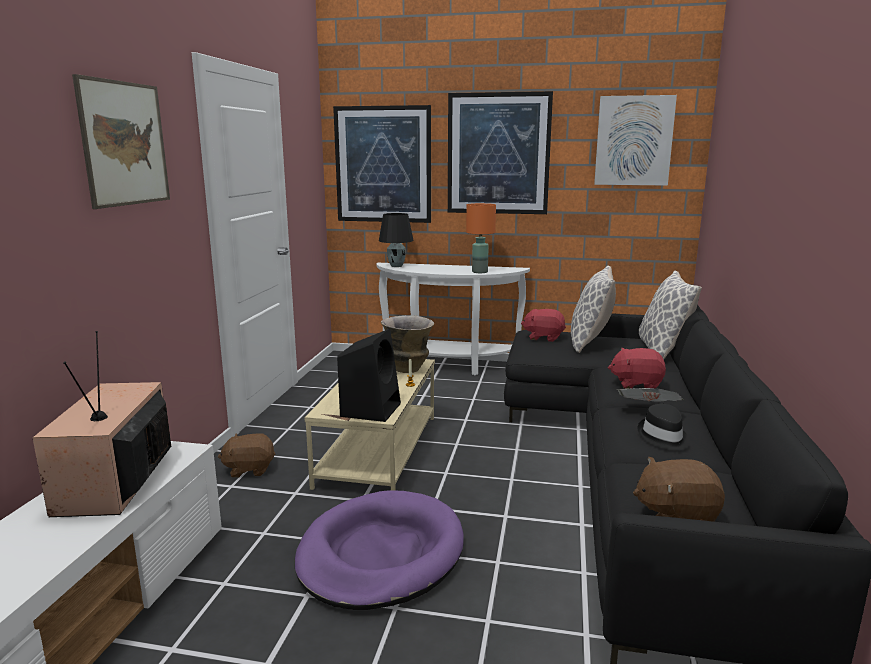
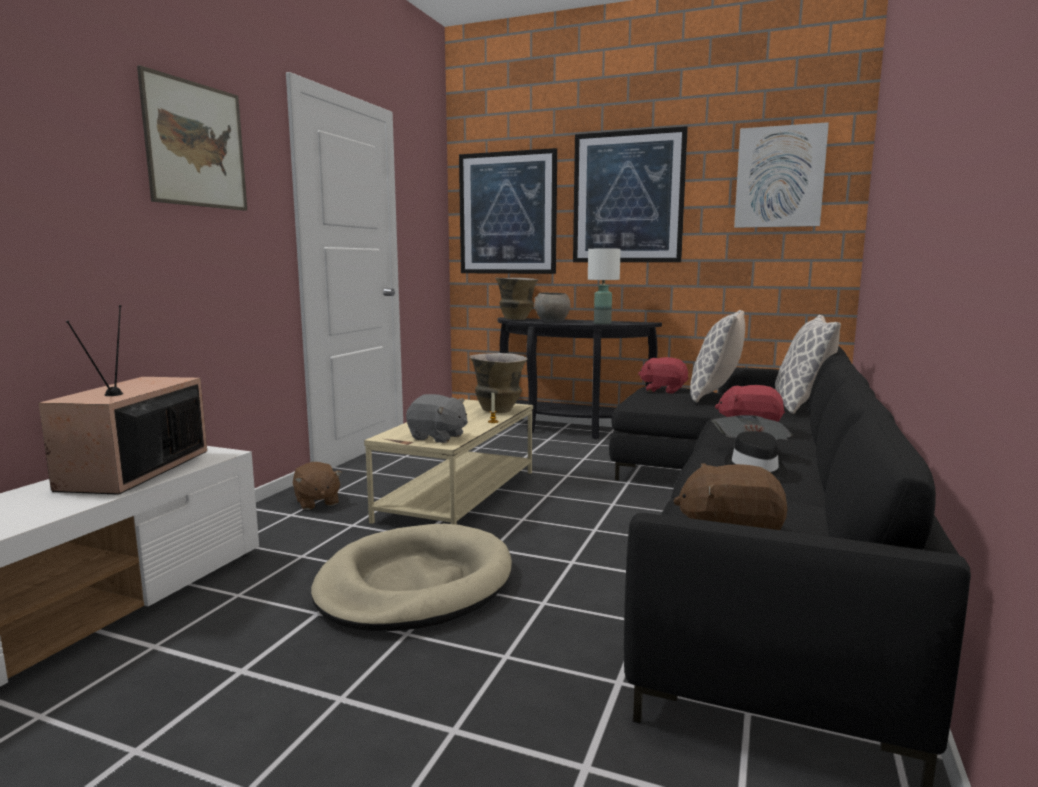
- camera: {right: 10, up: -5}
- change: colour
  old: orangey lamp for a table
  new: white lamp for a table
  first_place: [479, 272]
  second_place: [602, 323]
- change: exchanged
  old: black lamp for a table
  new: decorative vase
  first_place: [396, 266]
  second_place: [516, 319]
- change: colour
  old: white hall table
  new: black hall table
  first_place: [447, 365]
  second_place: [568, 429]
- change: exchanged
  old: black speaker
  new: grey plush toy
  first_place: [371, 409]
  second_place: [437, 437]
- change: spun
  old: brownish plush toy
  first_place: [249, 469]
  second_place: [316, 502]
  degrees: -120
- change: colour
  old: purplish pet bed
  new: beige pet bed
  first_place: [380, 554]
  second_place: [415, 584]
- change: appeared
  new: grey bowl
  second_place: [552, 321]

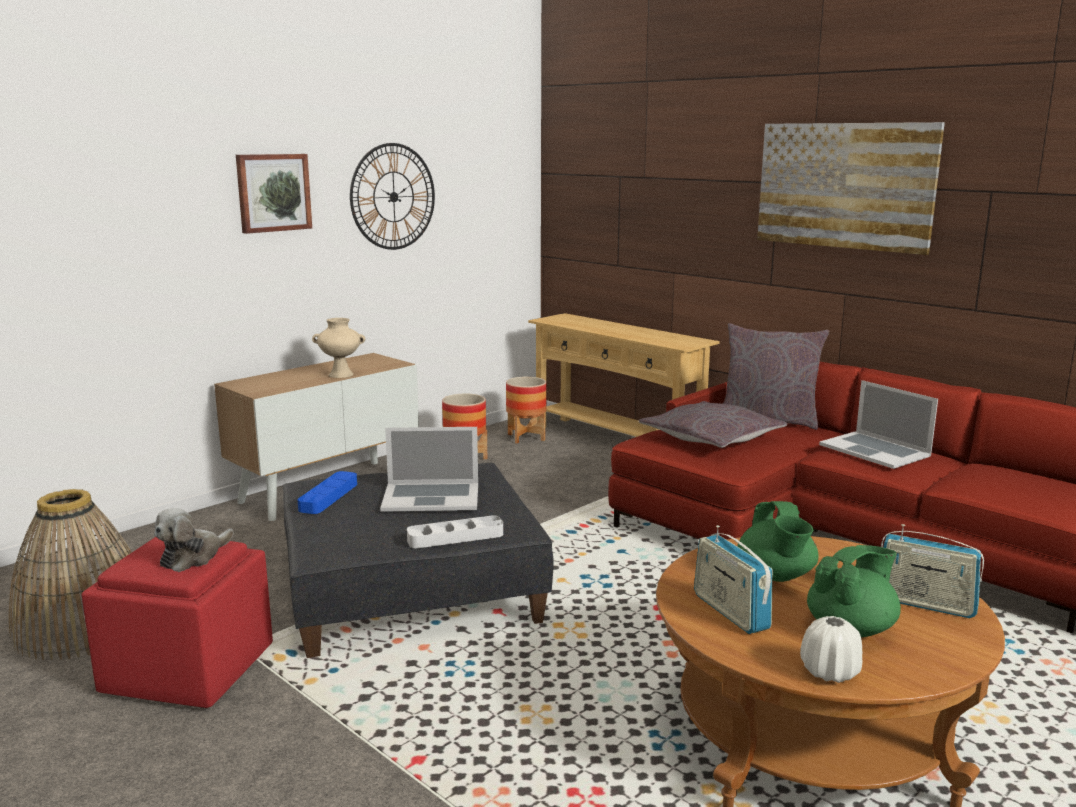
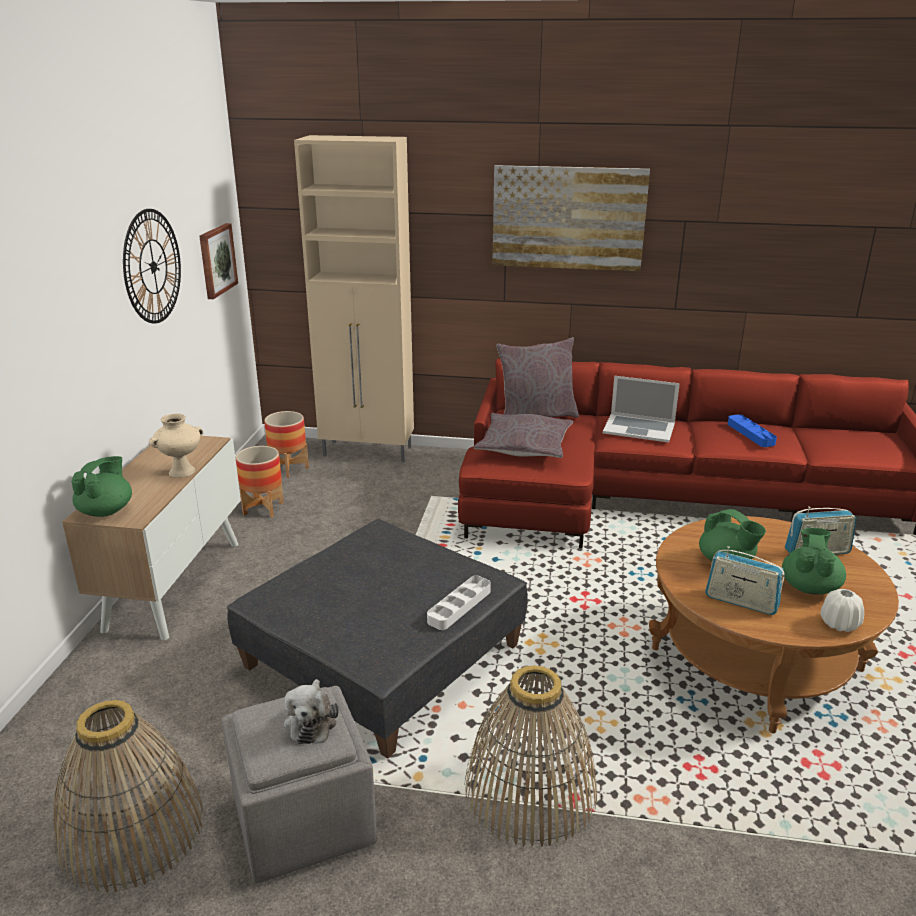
- camera: {right: -35, up: 10}
- change: relocated
  old: wall art
  first_place: [273, 192]
  second_place: [216, 260]
- change: exchanged
  old: beige hall table
  new: beige cupboard
  first_place: [616, 441]
  second_place: [368, 452]
- change: missing
  old: portable computer
  first_place: [431, 497]
- change: relocated
  old: blue tray
  first_place: [328, 497]
  second_place: [750, 434]
- change: colour
  old: reddish footrest
  new: grey footrest
  first_place: [188, 669]
  second_place: [301, 819]
- change: appeared
  new: greenish pot for tea
  second_place: [106, 511]
- change: appeared
  new: basket
  second_place: [530, 791]

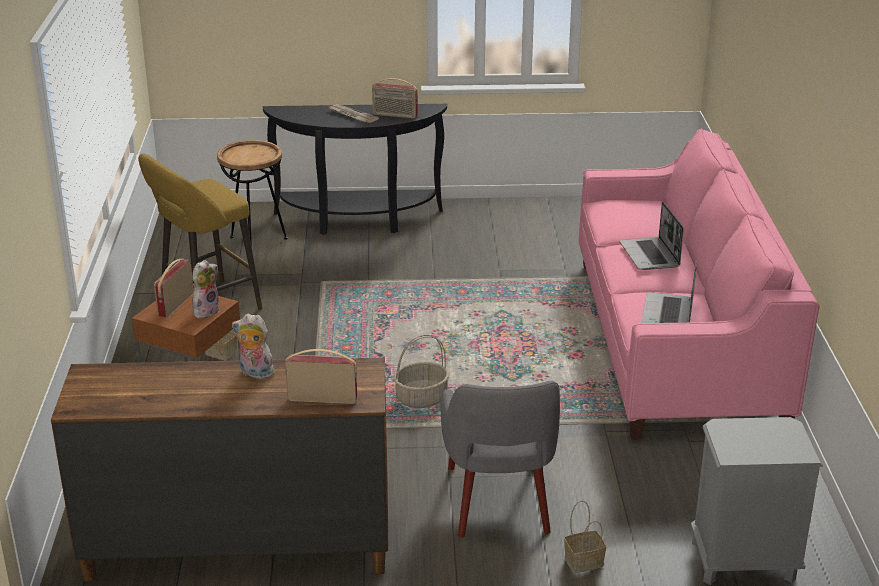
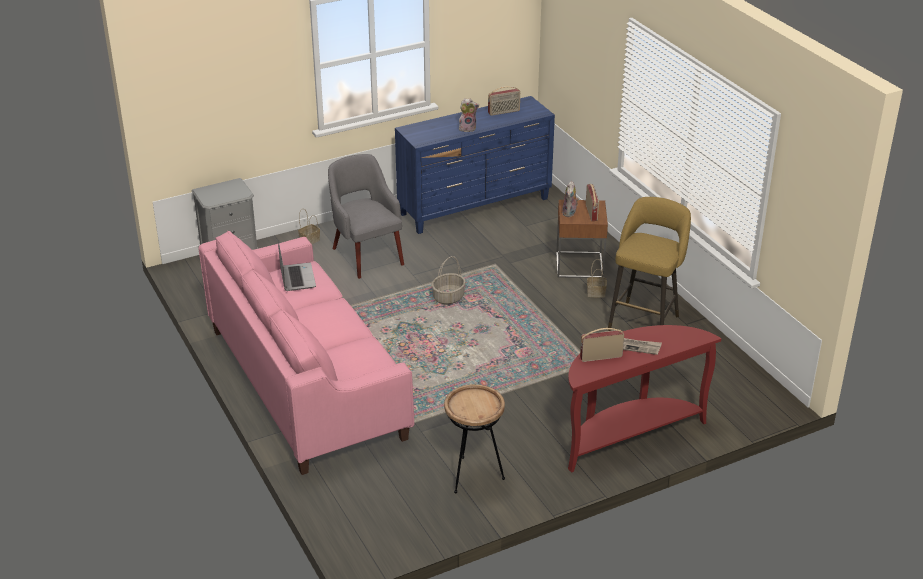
- camera: {right: 155, up: 5}
- change: colour
  old: black hall table
  new: reddish hall table
  first_place: [358, 221]
  second_place: [627, 435]
- change: relocated
  old: brownish end table
  first_place: [256, 245]
  second_place: [473, 476]
- change: missing
  old: portable computer
  first_place: [650, 255]
- change: relocated
  old: radio set
  first_place: [323, 398]
  second_place: [504, 112]
- change: colour
  old: brownish dresser
  new: blue dresser
  first_place: [237, 548]
  second_place: [475, 207]

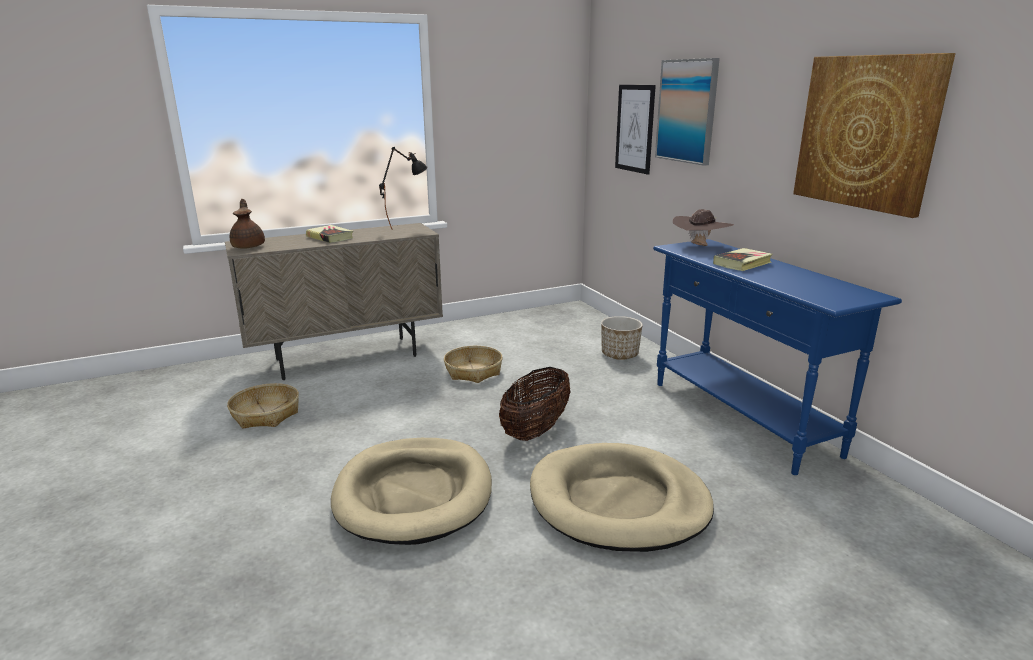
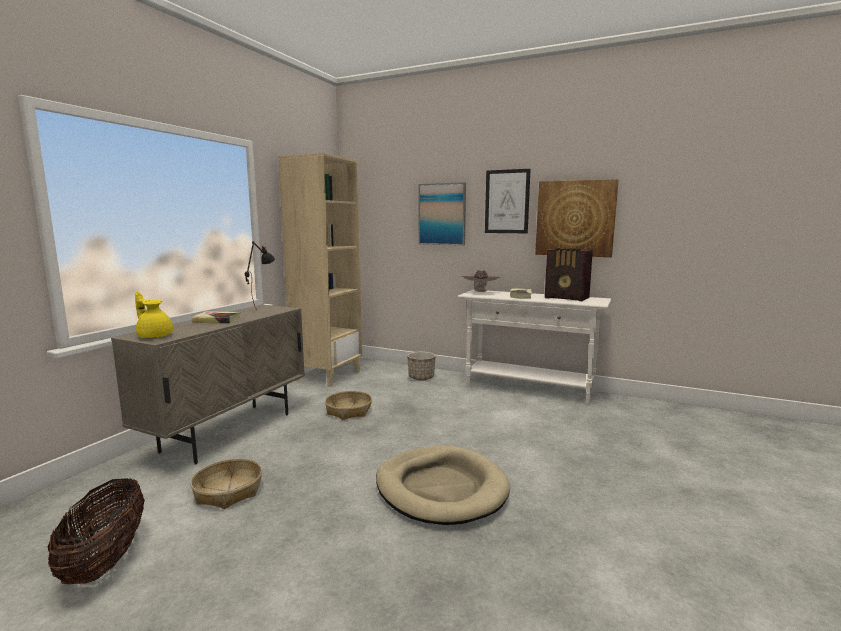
- camera: {right: -40, up: -10}
- change: relocated
  old: wall art
  first_place: [634, 128]
  second_place: [507, 201]
- change: colour
  old: brownish pot for tea
  new: yellow-coloured pot for tea
  first_place: [249, 246]
  second_place: [154, 336]
- change: colour
  old: blue hall table
  new: white hall table
  first_place: [741, 418]
  second_place: [529, 389]
- change: relocated
  old: basket
  first_place: [535, 430]
  second_place: [105, 560]
- change: missing
  old: beige pet bed
  first_place: [618, 502]
- change: appeared
  new: beige bookshelf
  second_place: [327, 375]
- change: appeared
  new: radio set
  second_place: [567, 298]

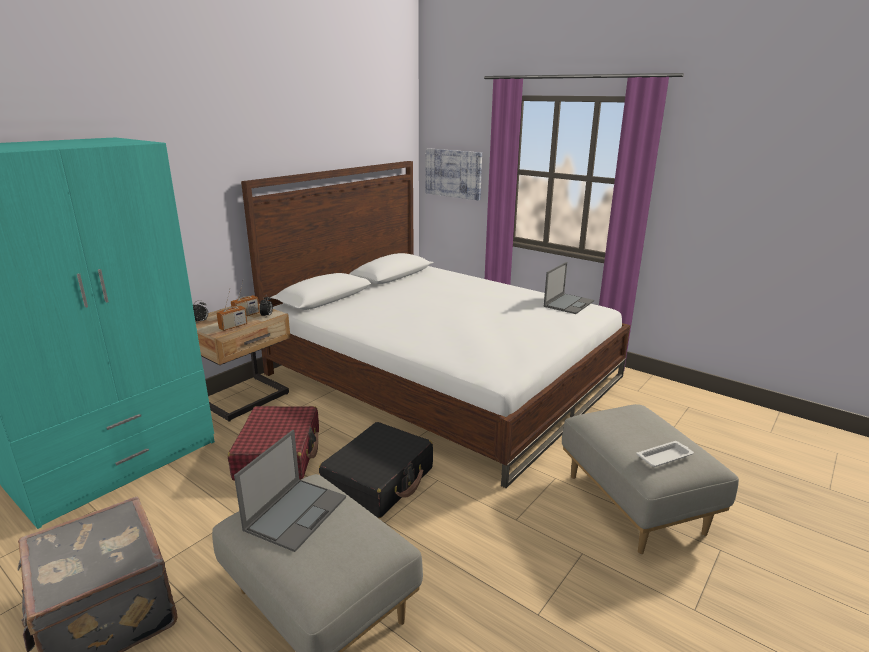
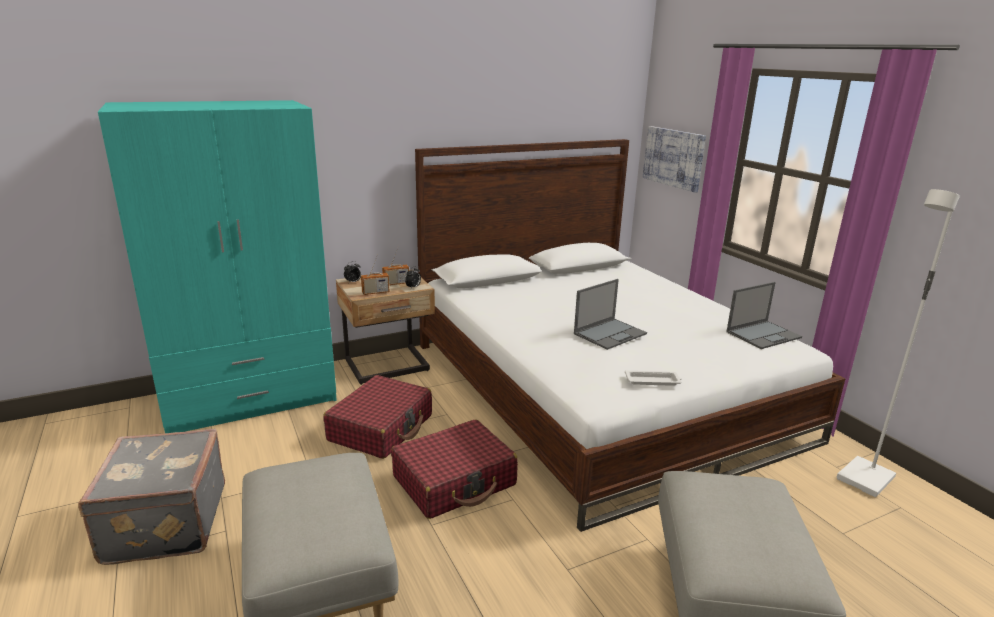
- camera: {right: 25, up: 0}
- change: colour
  old: black suitcase
  new: reddish suitcase
  first_place: [379, 480]
  second_place: [455, 481]
- change: relocated
  old: portable computer
  first_place: [296, 512]
  second_place: [610, 333]
- change: relocated
  old: white tray
  first_place: [665, 457]
  second_place: [653, 381]
- change: appeared
  new: white standard lamp
  second_place: [866, 479]

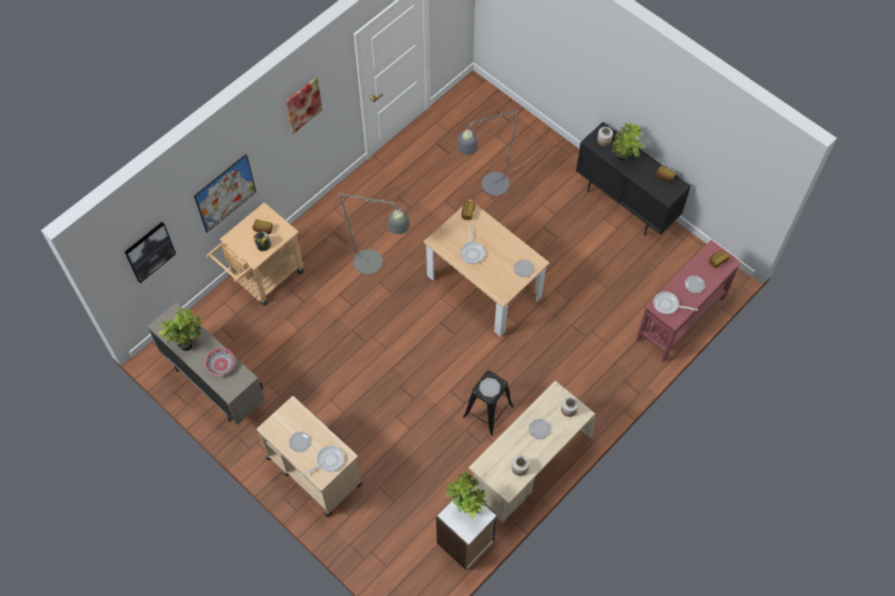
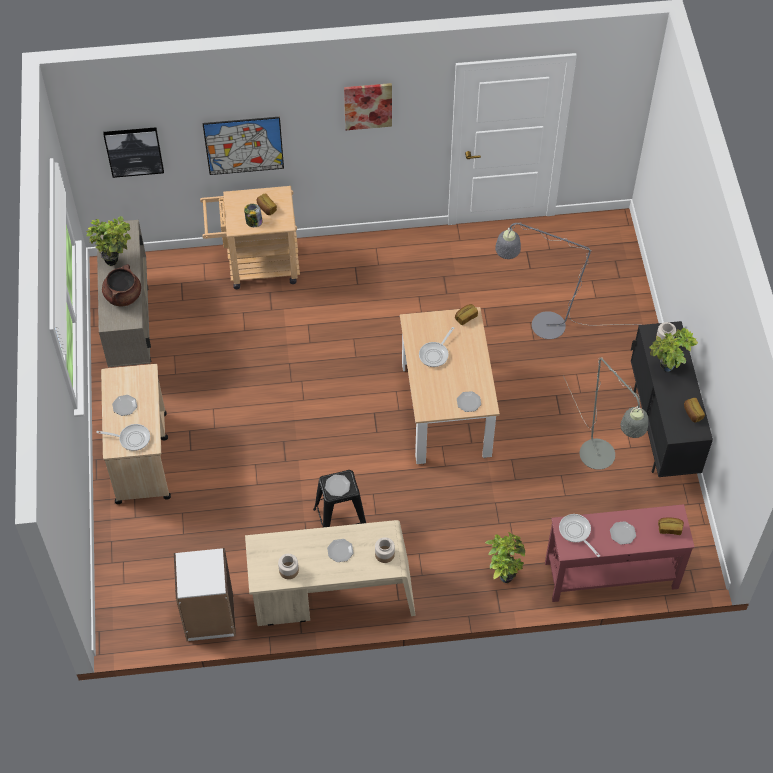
- camera: {right: 40, up: -5}
- change: relocated
  old: grey standard lamp
  first_place: [374, 265]
  second_place: [601, 462]
- change: exchanged
  old: bowl
  new: brownish stockpot
  first_place: [220, 365]
  second_place: [123, 296]
- change: relocated
  old: houseplant
  first_place: [466, 506]
  second_place: [503, 574]

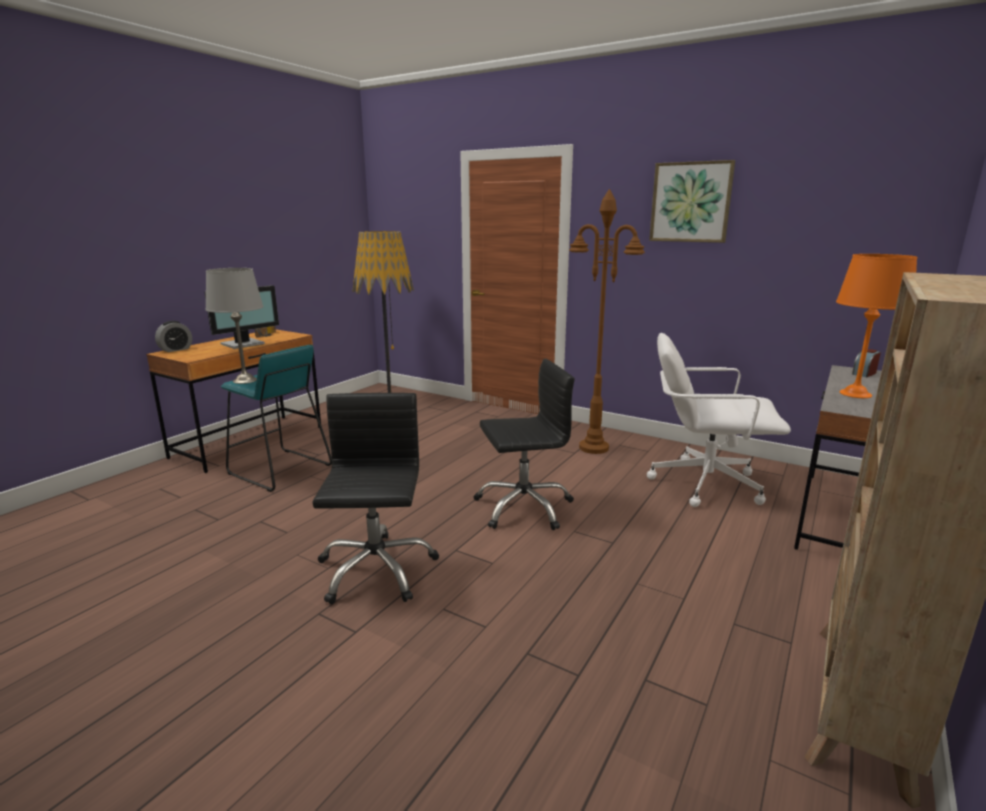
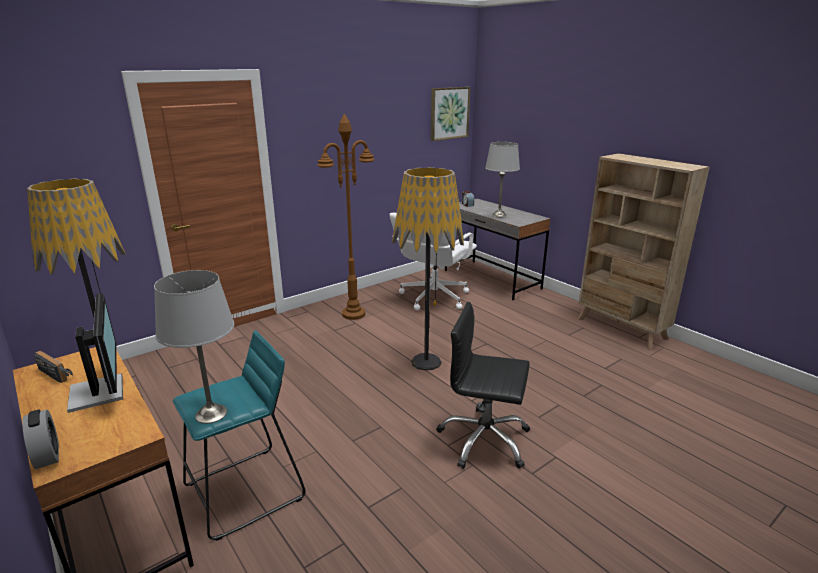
- camera: {right: -70, up: 5}
- change: relocated
  old: wall art
  first_place: [690, 202]
  second_place: [449, 113]
- change: colour
  old: orangey lamp for a table
  new: grey lamp for a table
  first_place: [855, 394]
  second_place: [498, 215]
- change: exchanged
  old: black office chair
  new: standard lamp
  first_place: [523, 507]
  second_place: [426, 362]

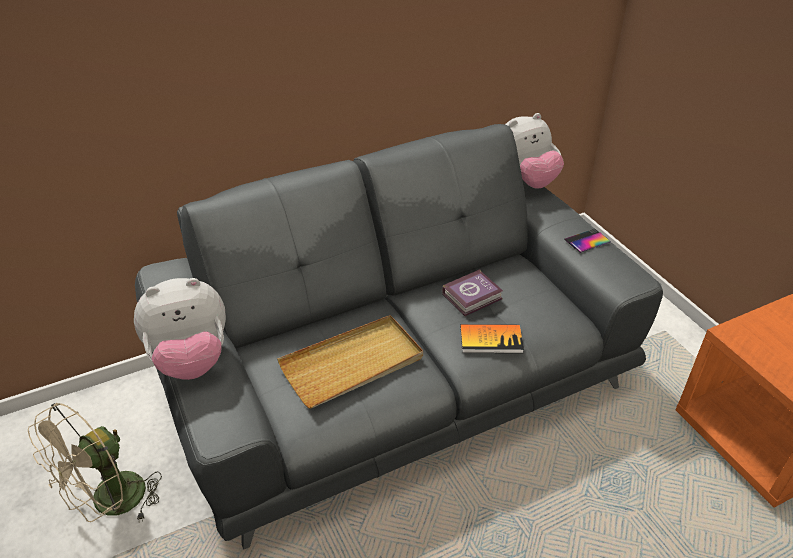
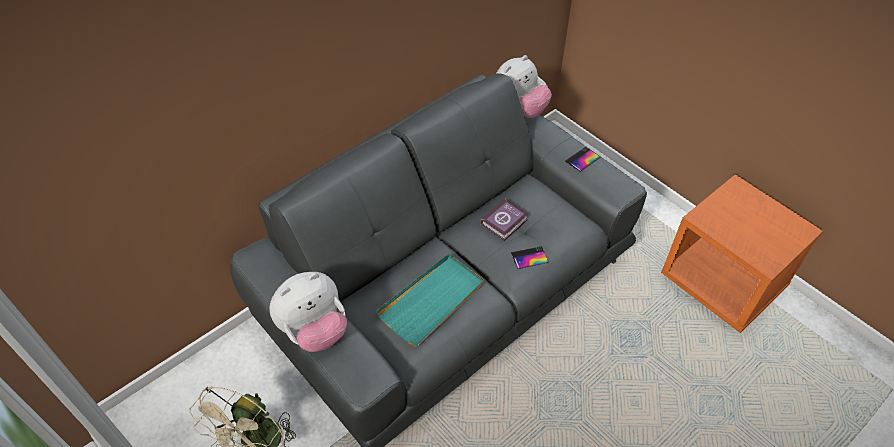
- camera: {right: -15, up: 10}
- change: colour
  old: beige tray
  new: turquoise-coloured tray
  first_place: [353, 364]
  second_place: [432, 301]
- change: exchanged
  old: book
  new: handset
  first_place: [491, 340]
  second_place: [529, 257]

